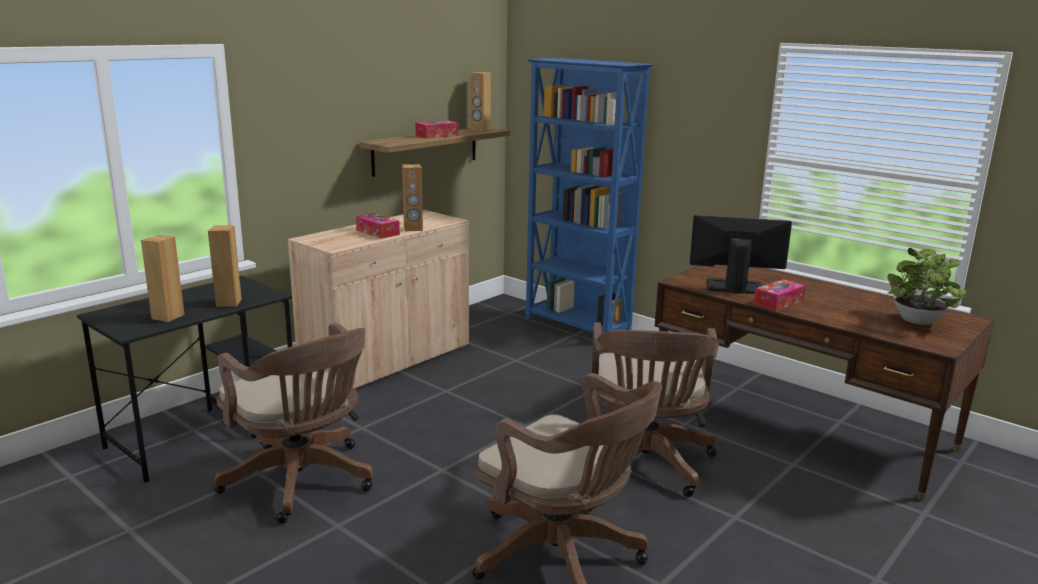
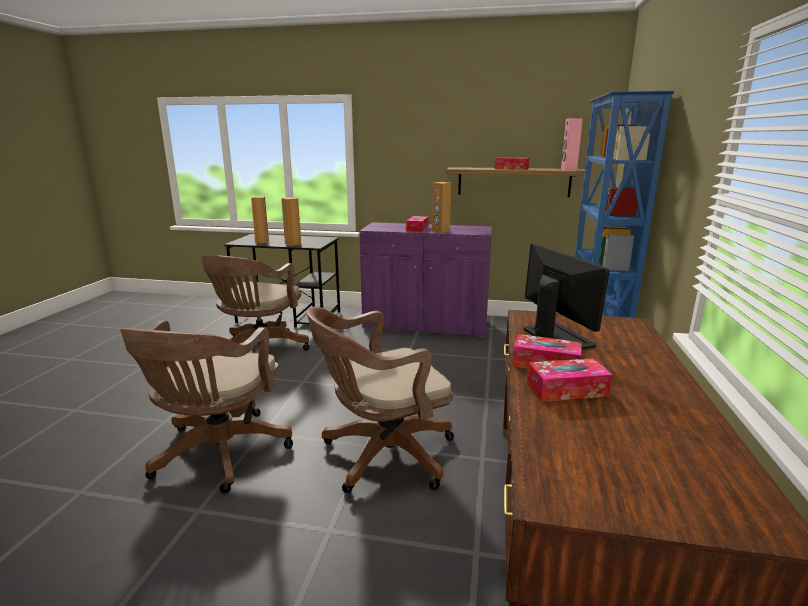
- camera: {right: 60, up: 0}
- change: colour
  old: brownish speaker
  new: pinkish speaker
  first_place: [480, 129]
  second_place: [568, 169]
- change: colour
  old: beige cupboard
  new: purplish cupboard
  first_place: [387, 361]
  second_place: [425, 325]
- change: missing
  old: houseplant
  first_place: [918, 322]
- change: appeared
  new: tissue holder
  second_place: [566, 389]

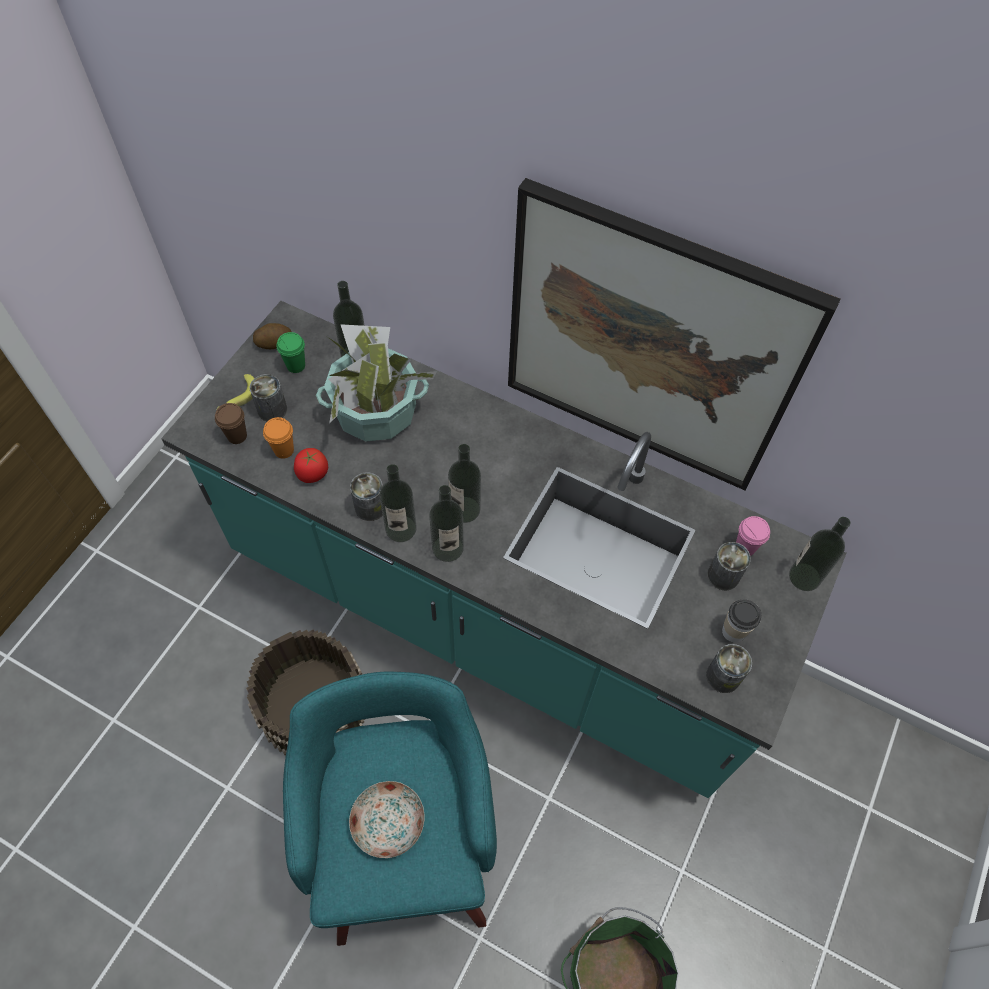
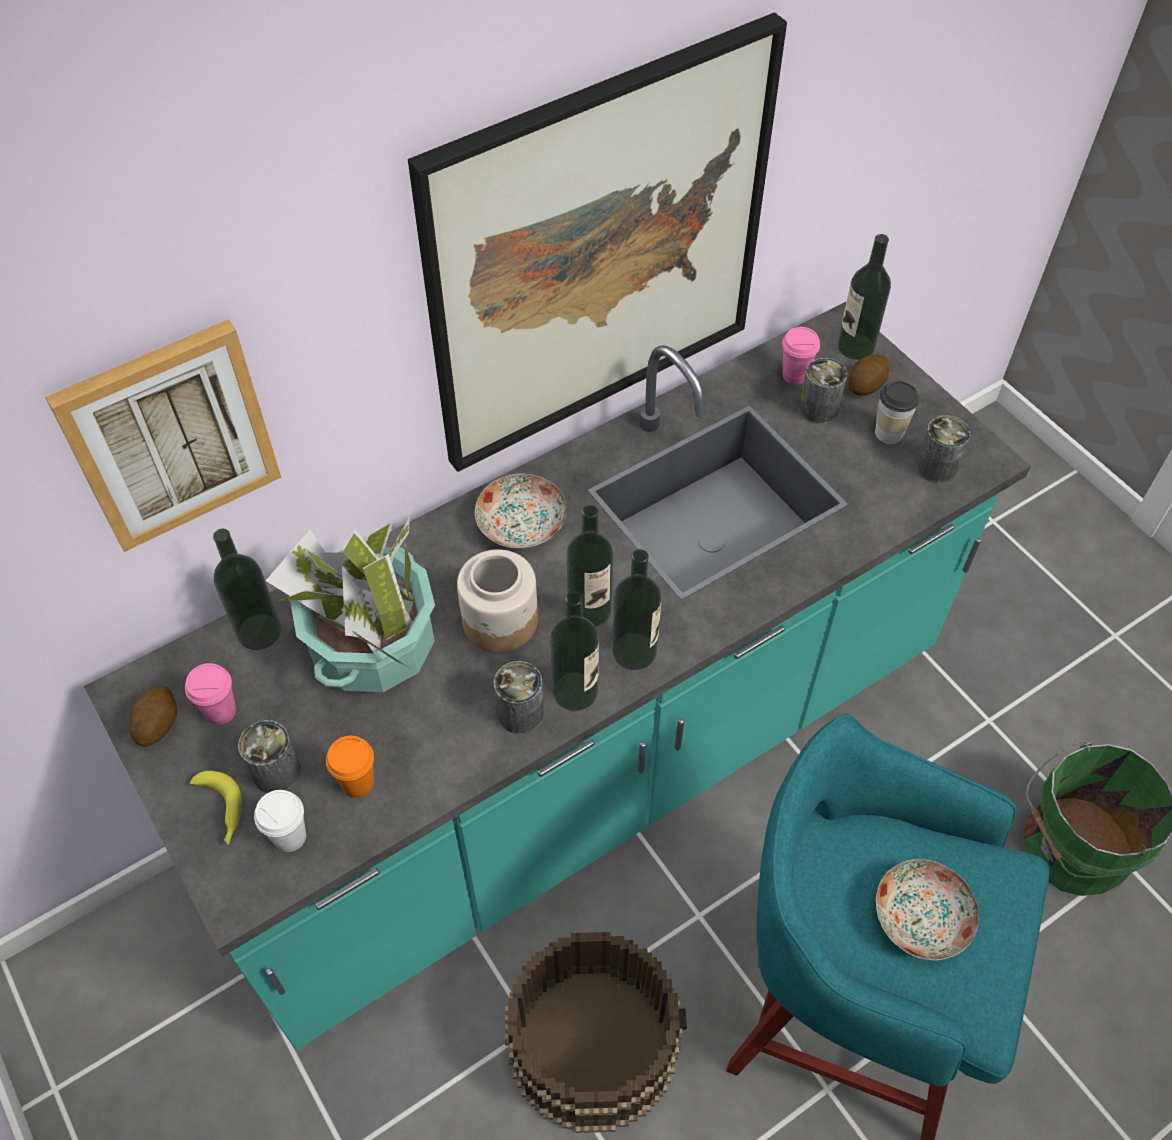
- camera: {right: -60, up: -5}
- change: colour
  old: greenish small cup
  new: pinkish small cup
  first_place: [296, 365]
  second_place: [221, 711]
- change: colour
  old: brownish small cup
  new: white small cup
  first_place: [237, 436]
  second_place: [290, 837]
- change: missing
  old: fresh tomato
  first_place: [312, 474]
- change: appeared
  new: wall art
  second_place: [170, 435]
- change: appeared
  new: potato
  second_place: [866, 385]
- change: appeared
  new: plate
  second_place: [522, 524]
- change: appeared
  new: preserve jar
  second_place: [500, 622]

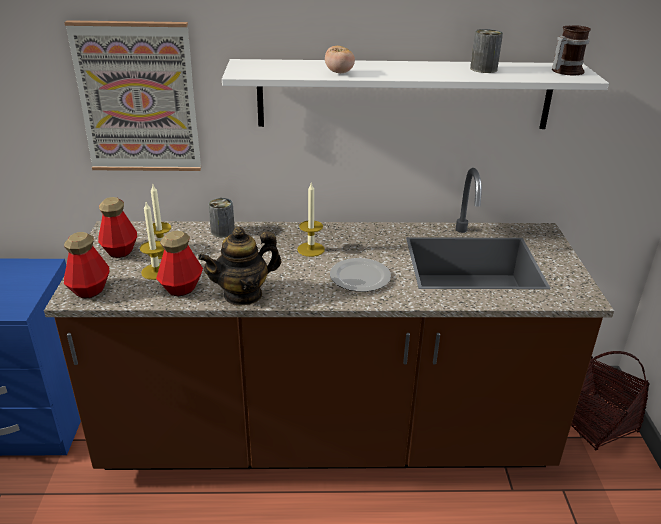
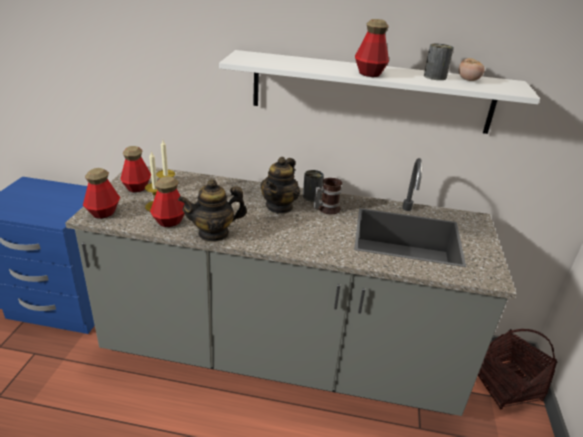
- camera: {right: 10, up: 0}
- change: missing
  old: wall art
  first_place: [138, 98]
- change: relocated
  old: mug
  first_place: [564, 71]
  second_place: [326, 208]
- change: relocated
  old: fresh tomato
  first_place: [339, 72]
  second_place: [468, 80]
- change: colour
  old: brownish kitchen counter
  new: grey kitchen counter
  first_place: [326, 437]
  second_place: [281, 356]
- change: exchanged
  old: wax light
  new: pot for tea
  first_place: [311, 249]
  second_place: [279, 206]
- change: relocated
  old: can
  first_place: [222, 231]
  second_place: [311, 196]
- change: missing
  old: plate
  first_place: [361, 278]
- change: appeared
  new: drink bottle
  second_place: [369, 73]

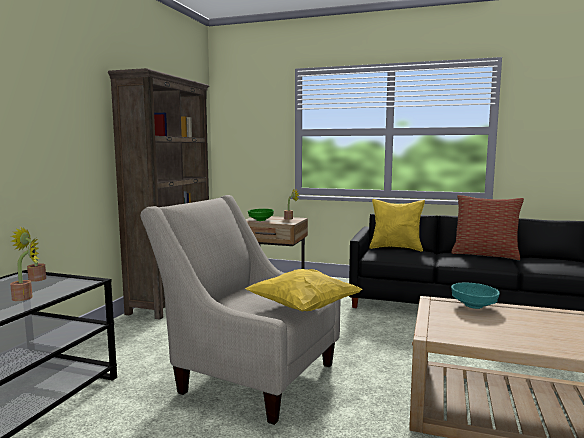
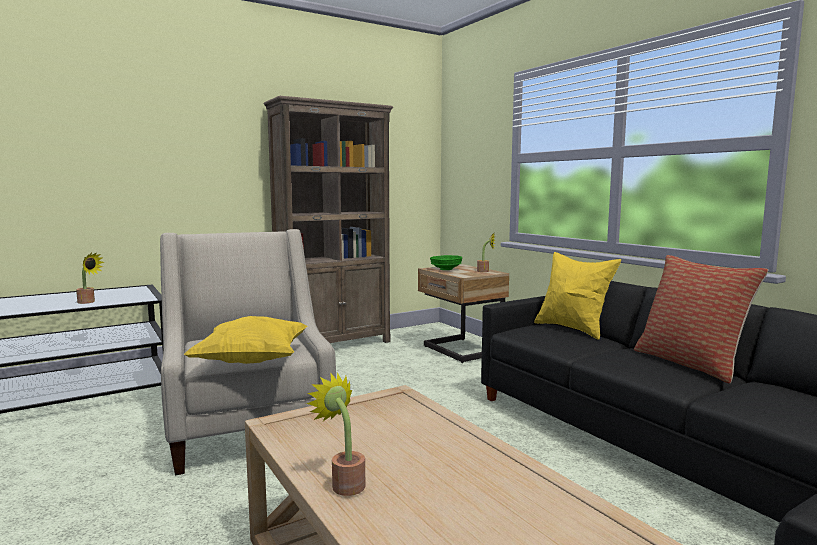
- camera: {right: 40, up: 0}
- change: relocated
  old: houseplant
  first_place: [34, 279]
  second_place: [344, 483]
- change: missing
  old: turquoise-coloured bowl
  first_place: [473, 306]

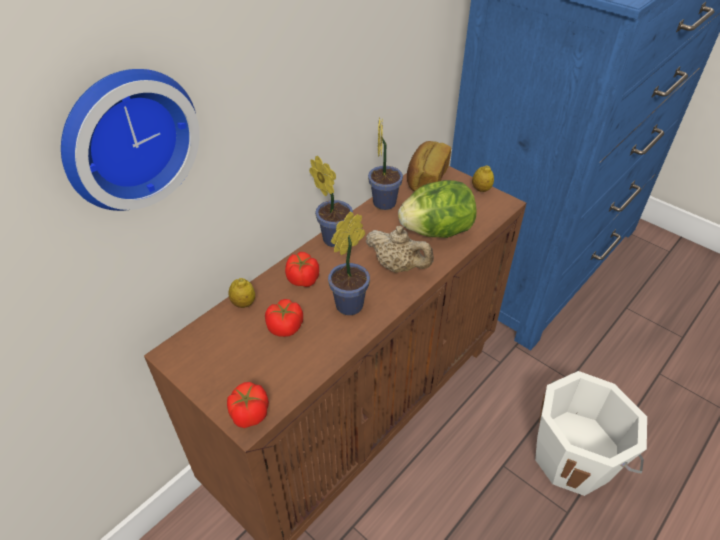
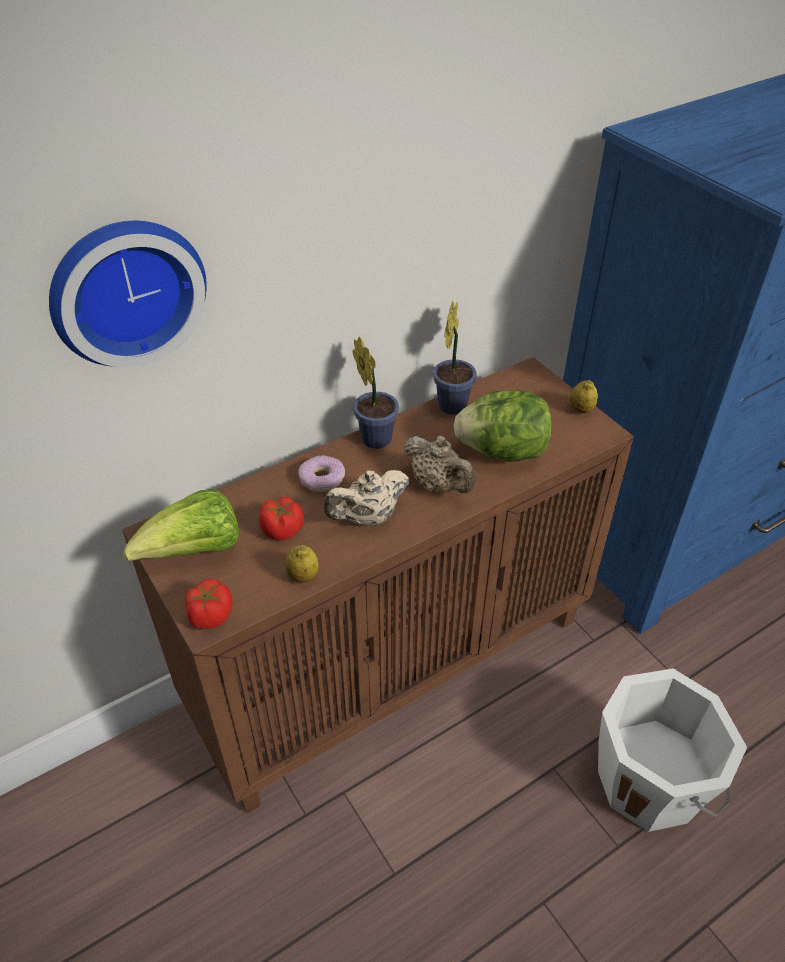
- camera: {right: 15, up: 0}
- change: missing
  old: bread
  first_place: [426, 179]
- change: exchanged
  old: houseplant
  new: beige pot for tea
  first_place: [352, 303]
  second_place: [368, 518]
- change: exchanged
  old: fresh tomato
  new: donut
  first_place: [303, 279]
  second_place: [322, 479]
- change: relocated
  old: citrus fruit
  first_place: [243, 303]
  second_place: [303, 576]
- change: appeared
  new: lettuce
  second_place: [195, 551]

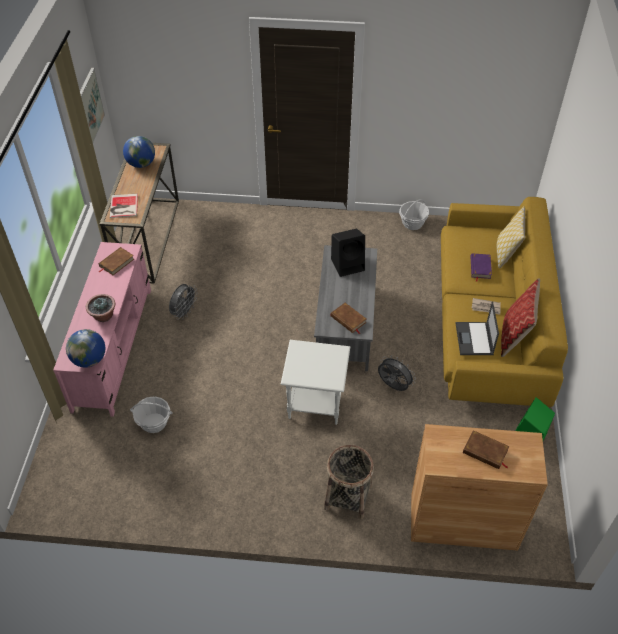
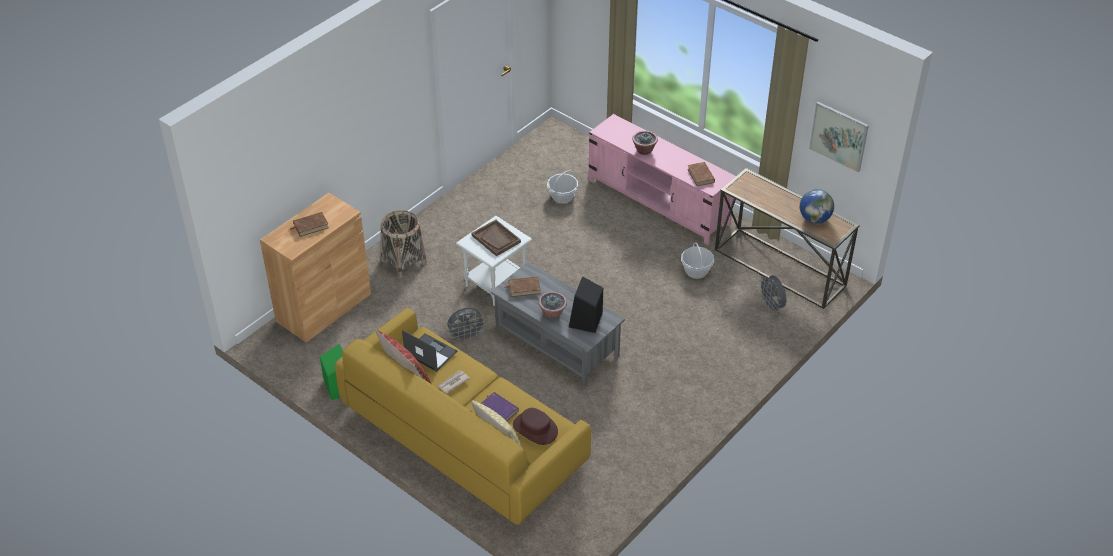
- camera: {right: 125, up: -5}
- change: missing
  old: book
  first_place: [123, 206]
- change: relocated
  old: basket
  first_place: [412, 223]
  second_place: [696, 271]
- change: relocated
  old: grey cooling fan
  first_place: [184, 312]
  second_place: [772, 306]
- change: missing
  old: world globe
  first_place: [89, 360]
- change: appeared
  new: brownish tray
  second_place: [496, 239]
- change: appeared
  new: houseplant
  second_place: [552, 313]
- change: appeared
  new: brownish clothing hat
  second_place: [535, 428]

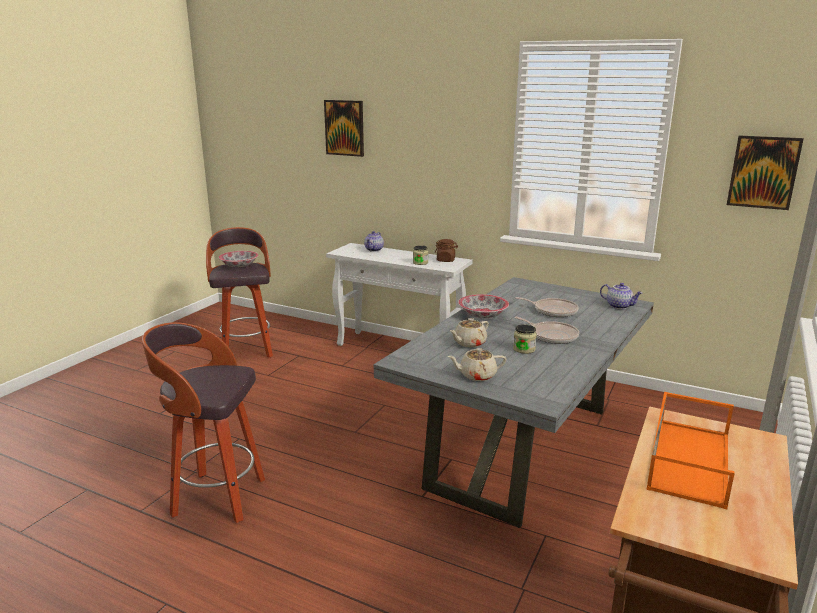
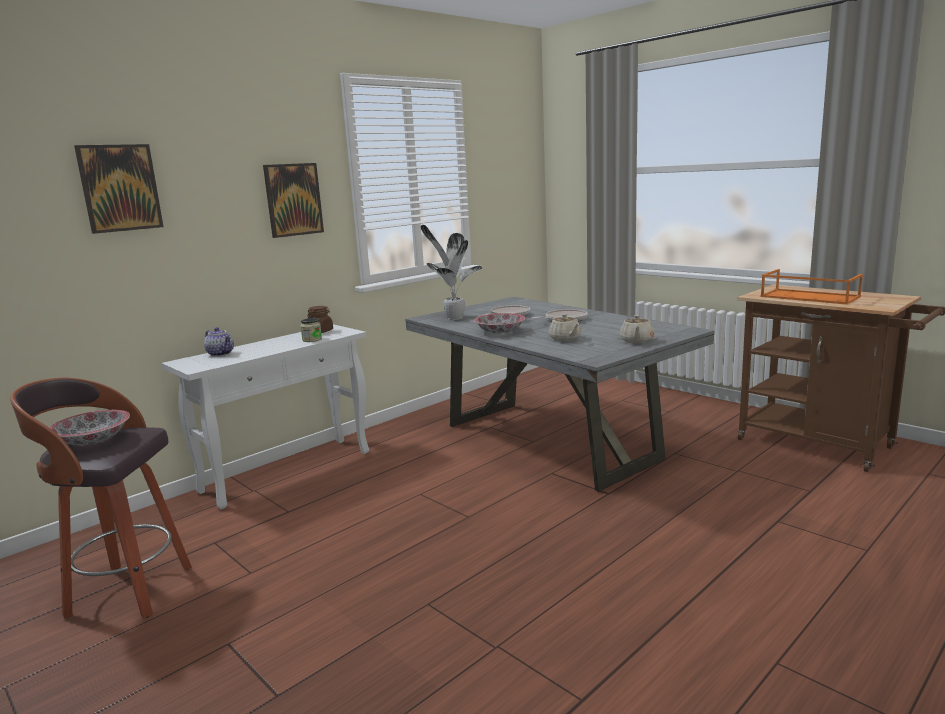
- camera: {right: -70, up: -5}
- change: relocated
  old: wall art
  first_place: [763, 172]
  second_place: [293, 199]
- change: missing
  old: pot for tea
  first_place: [619, 306]
- change: missing
  old: stool seat
  first_place: [216, 497]
- change: missing
  old: preserve jar
  first_place: [524, 349]
- change: appeared
  new: houseplant
  second_place: [453, 318]

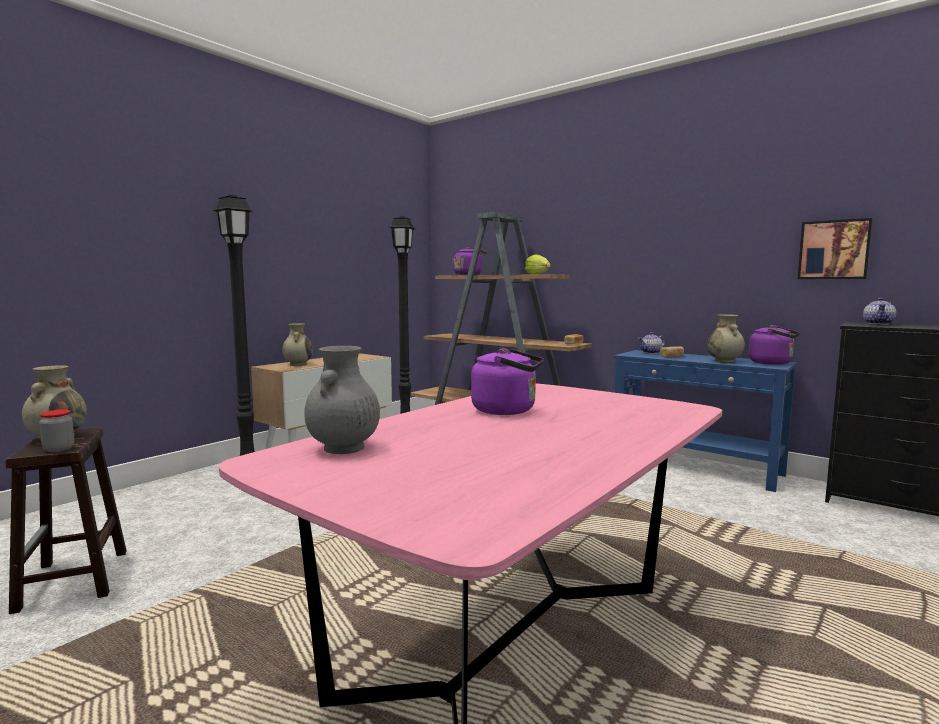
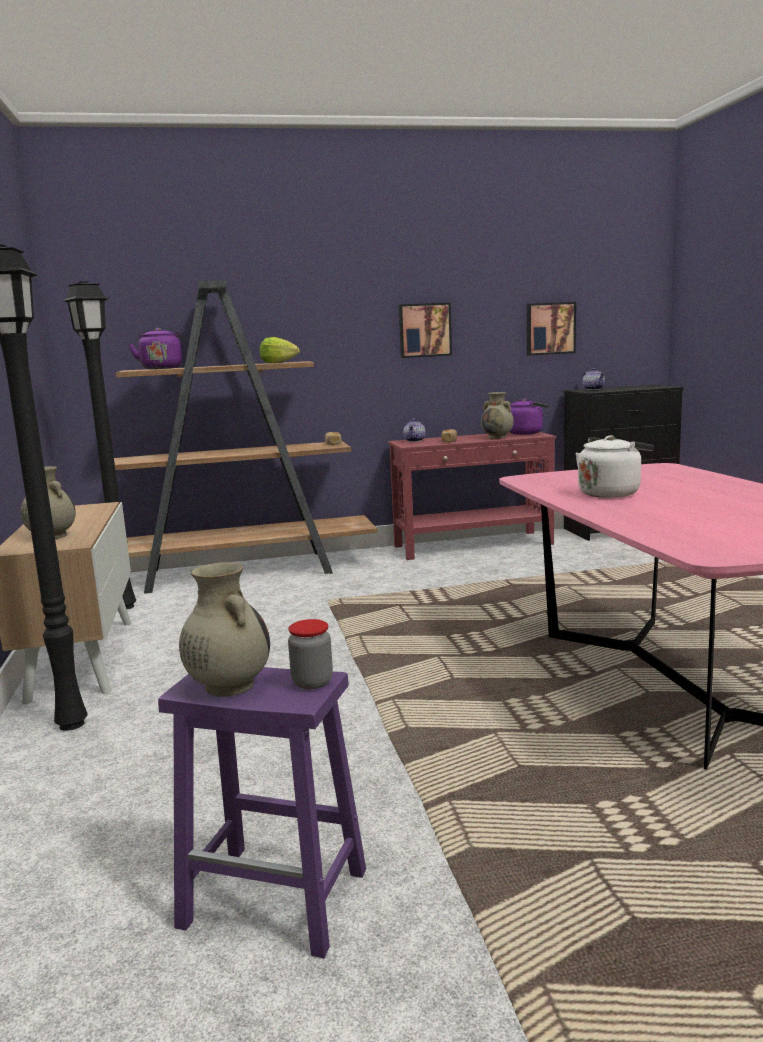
- camera: {right: -50, up: 5}
- change: missing
  old: grey decorative vase
  first_place: [343, 448]
- change: colour
  old: purplish tea kettle
  new: white tea kettle
  first_place: [508, 410]
  second_place: [611, 493]
- change: colour
  old: blue hall table
  new: reddish hall table
  first_place: [695, 466]
  second_place: [474, 545]
- change: colour
  old: brownish stool seat
  new: purplish stool seat
  first_place: [74, 580]
  second_place: [277, 898]
- change: appeared
  new: wall art
  second_place: [424, 330]

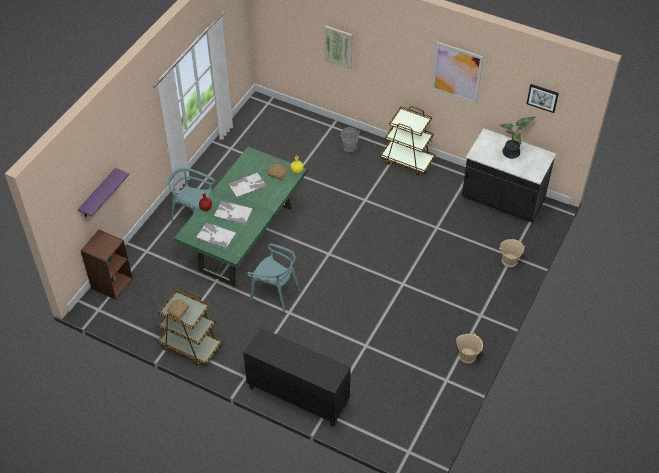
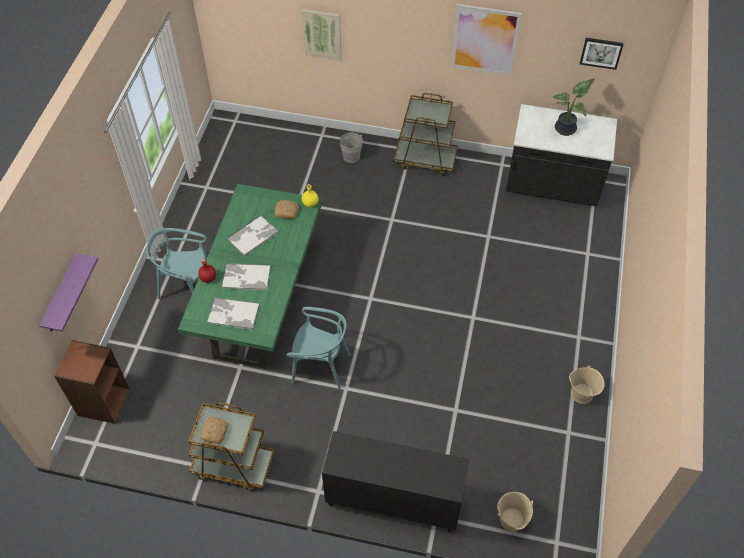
- camera: {right: -15, up: 5}
- change: relocated
  old: beige bucket
  first_place: [509, 260]
  second_place: [511, 520]

